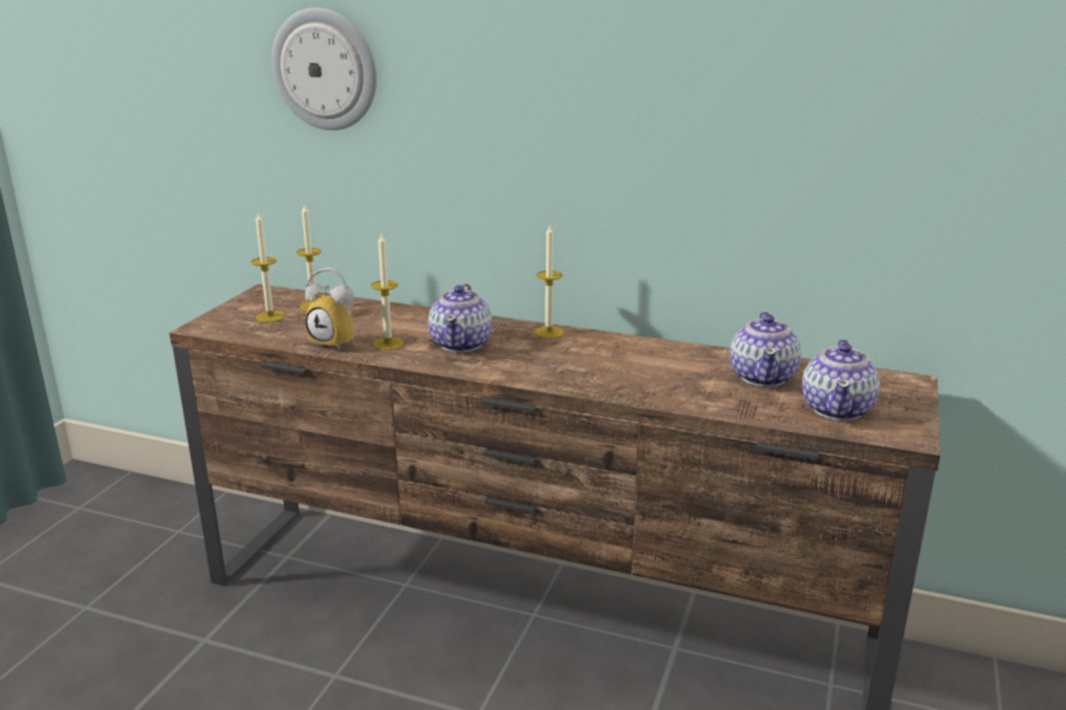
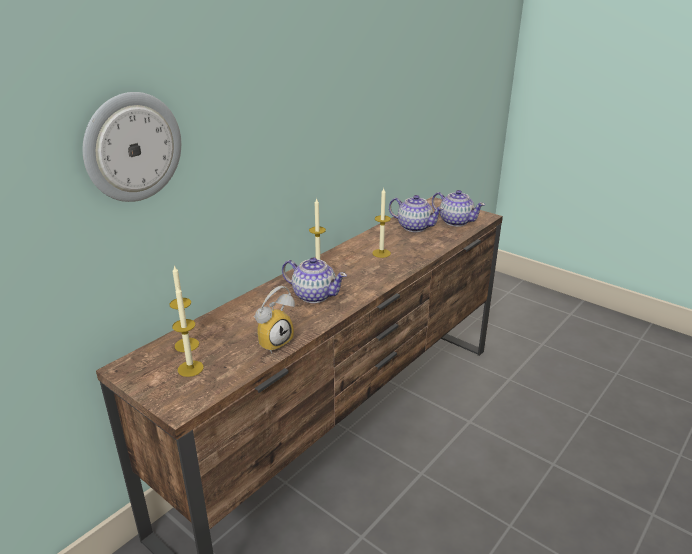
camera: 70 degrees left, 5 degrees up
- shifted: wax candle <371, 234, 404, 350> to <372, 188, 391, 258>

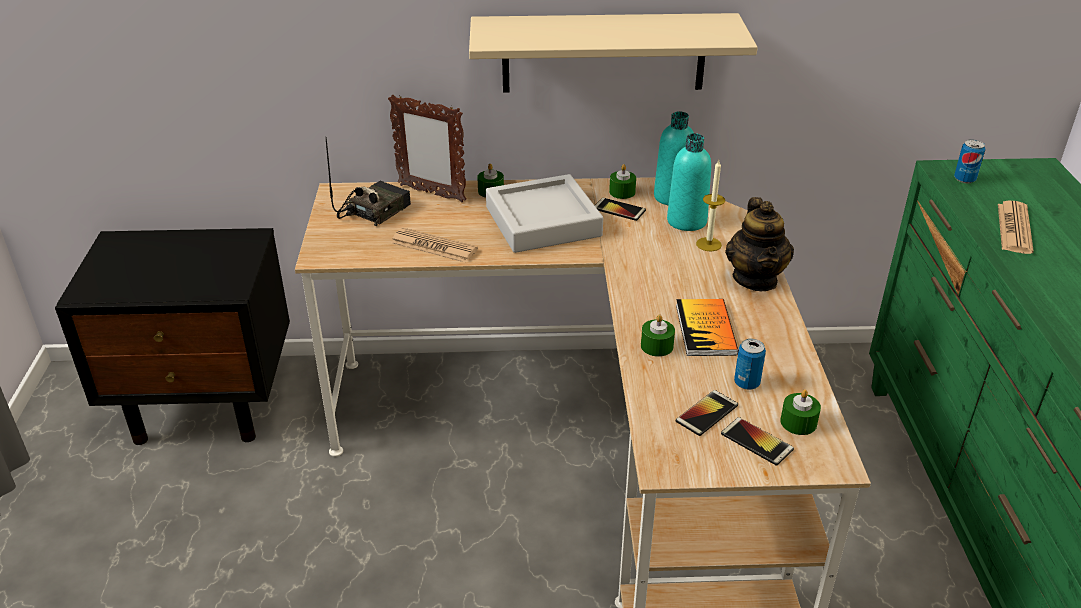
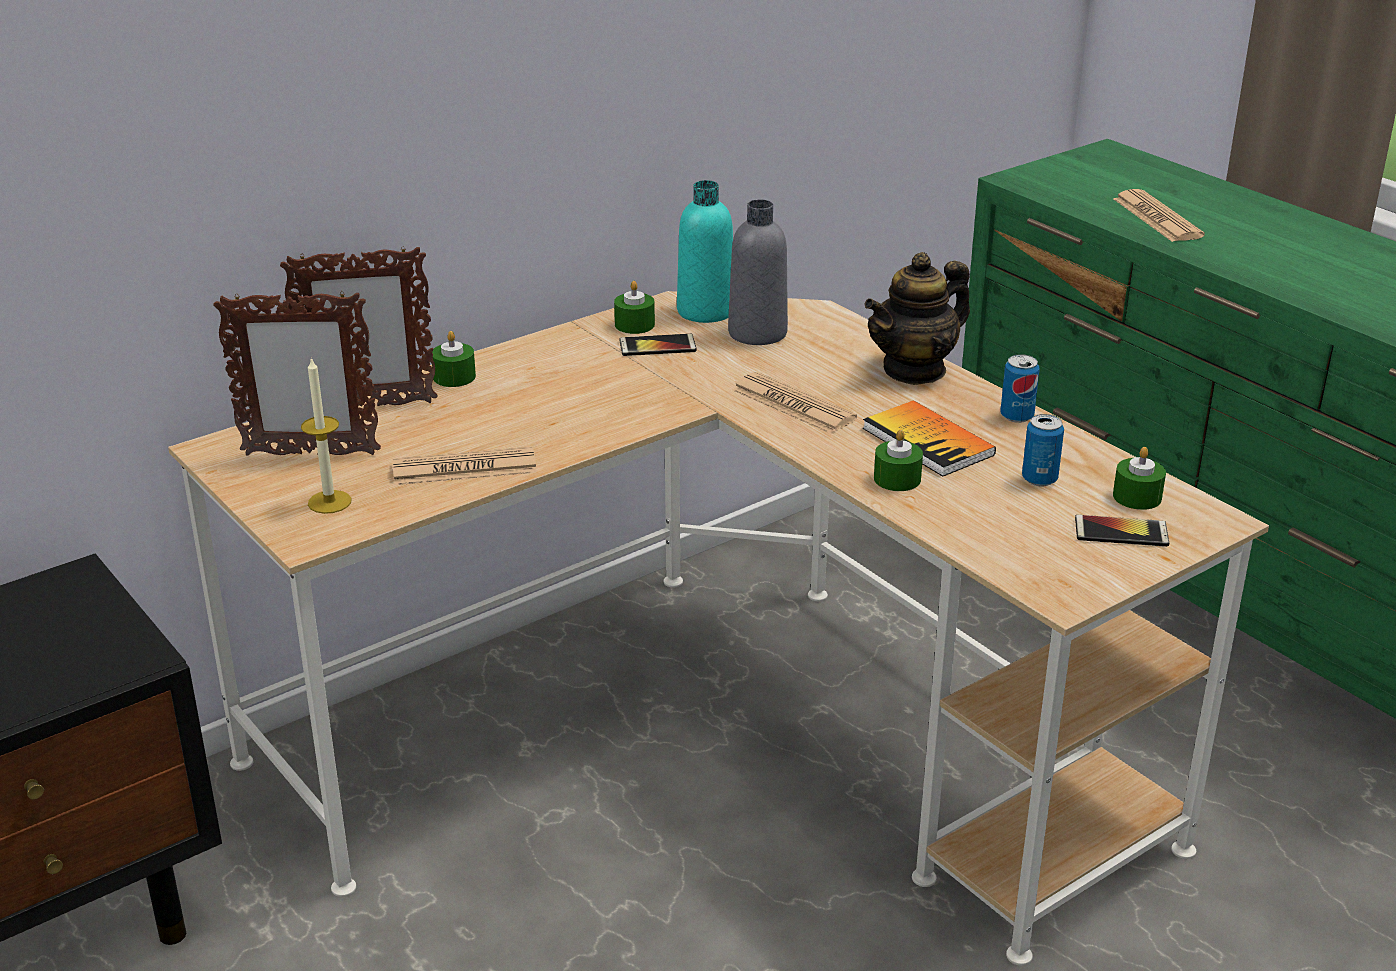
camera: 35 degrees left, 5 degrees down
- swapped: radio set <326, 139, 411, 226> to standing frame <213, 291, 381, 456>
- shifted: wax candle <696, 160, 725, 251> to <301, 357, 352, 514>
- repainted: turquoise drink bottle <667, 133, 711, 231> to greyish drink bottle <728, 200, 788, 345>
- new: newspaper <732, 372, 857, 434>
- rotated: teapot <725, 197, 794, 291> = <864, 252, 970, 385> 90 degrees clockwise
- shifted: metal can <954, 139, 985, 183> to <1000, 354, 1040, 423>
- gone: beige-coloured bracket shelf <469, 13, 758, 93>
- gone: greyish tray <486, 174, 603, 253>
- gone: telephone <676, 390, 738, 436>

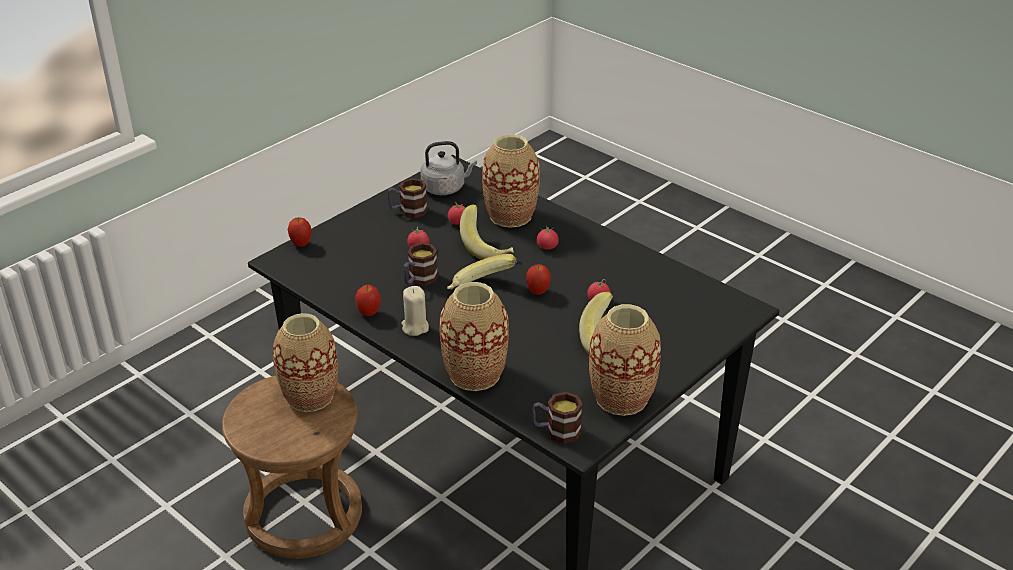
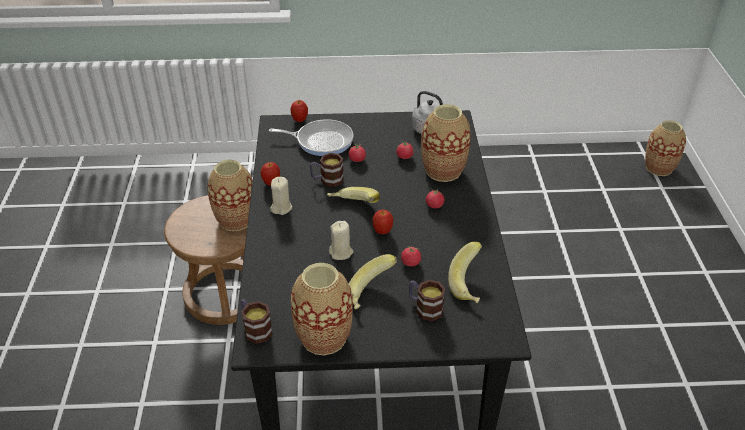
camera: 45 degrees right, 5 degrees up
- new: frying pan <269, 119, 354, 156>
- new: beige-coloured wax candle <329, 221, 353, 260>
- shifted: coffee mug <387, 178, 427, 218> to <409, 280, 445, 321>
- shifted: banana fruit <460, 204, 514, 260> to <448, 242, 482, 303>
- shifted: vase <439, 282, 509, 391> to <645, 120, 686, 176>

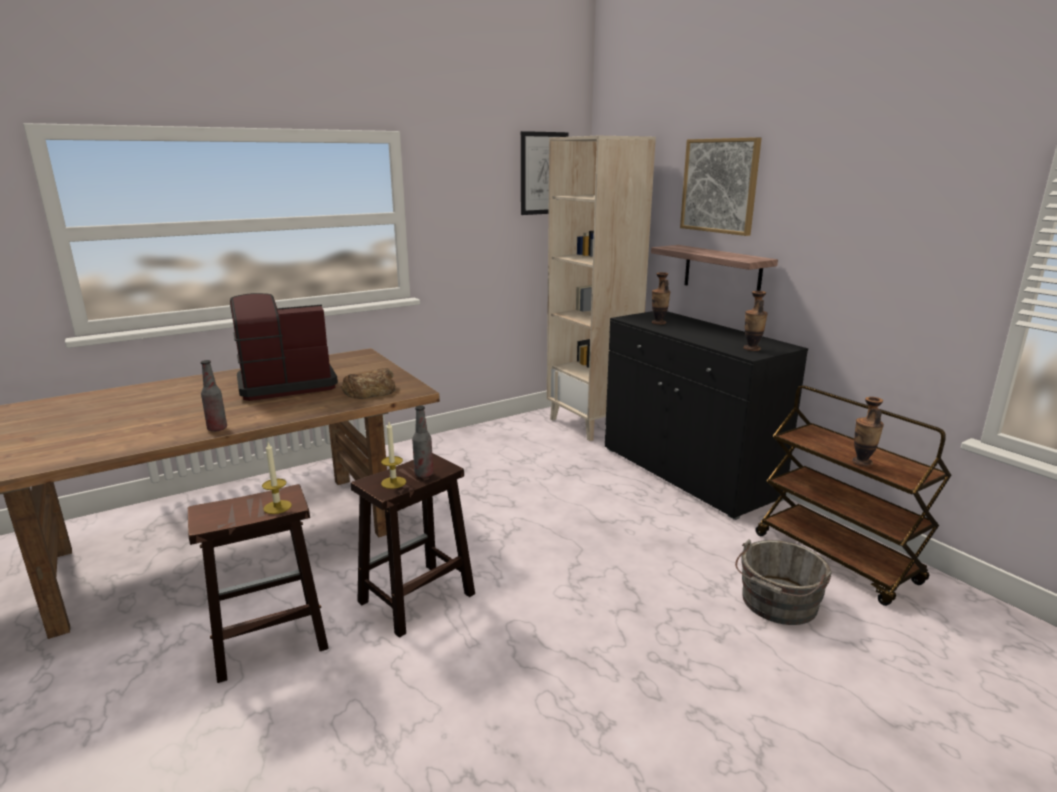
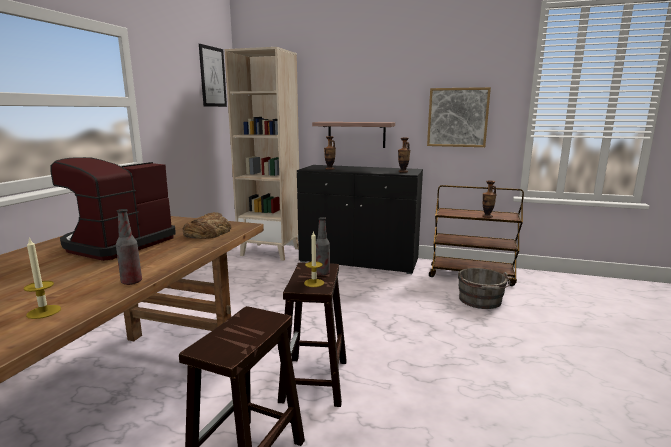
camera: 40 degrees left, 5 degrees down
- shifted: wax candle <262, 443, 292, 514> to <24, 237, 61, 319>
- shifted: wall picture <680, 137, 762, 236> to <427, 87, 491, 147>

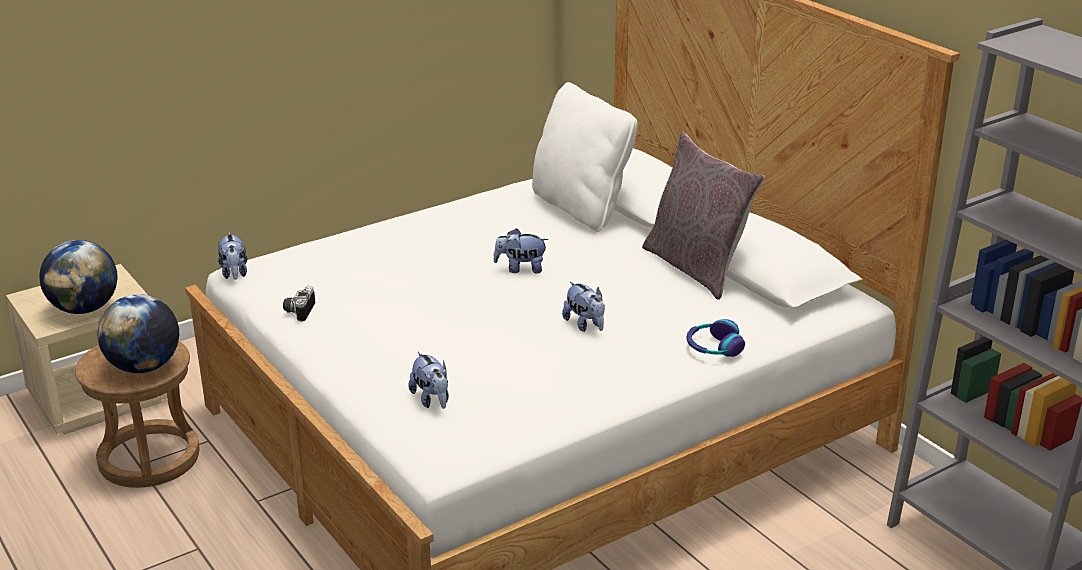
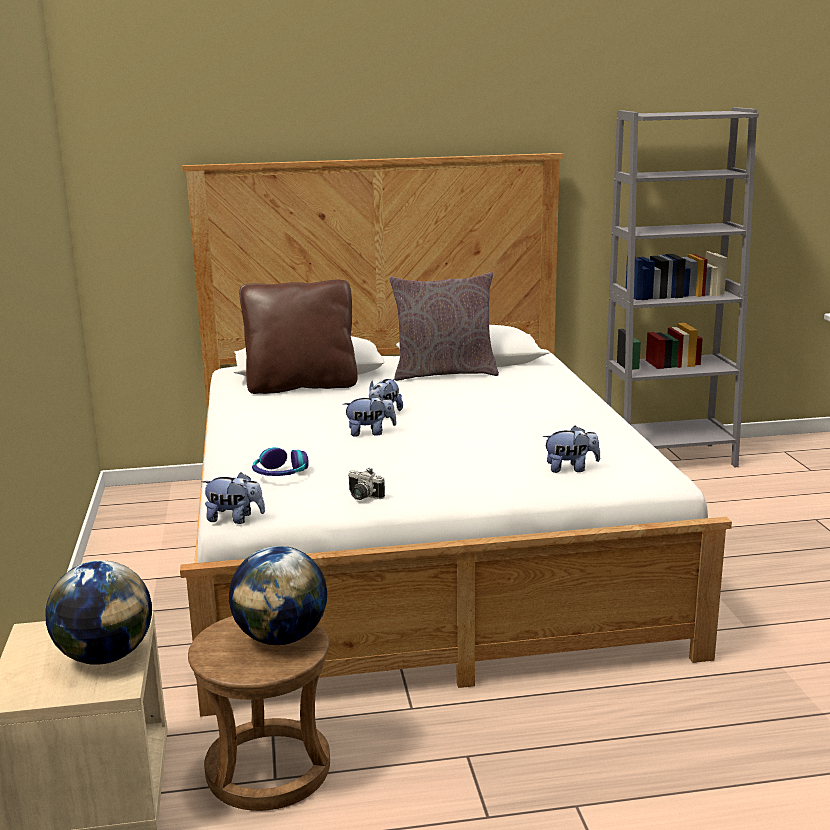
camera: 65 degrees left, 10 degrees down
- repainted: white pillow <532, 82, 638, 232> to brown-coloured pillow <239, 280, 358, 394>
- shifted: headphones <687, 319, 745, 357> to <252, 447, 309, 476>
- shifted: soft toy <562, 282, 605, 332> to <343, 394, 397, 437>

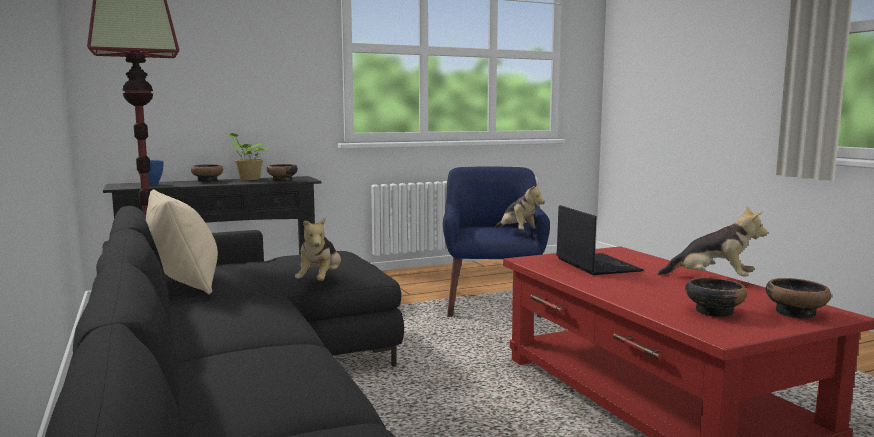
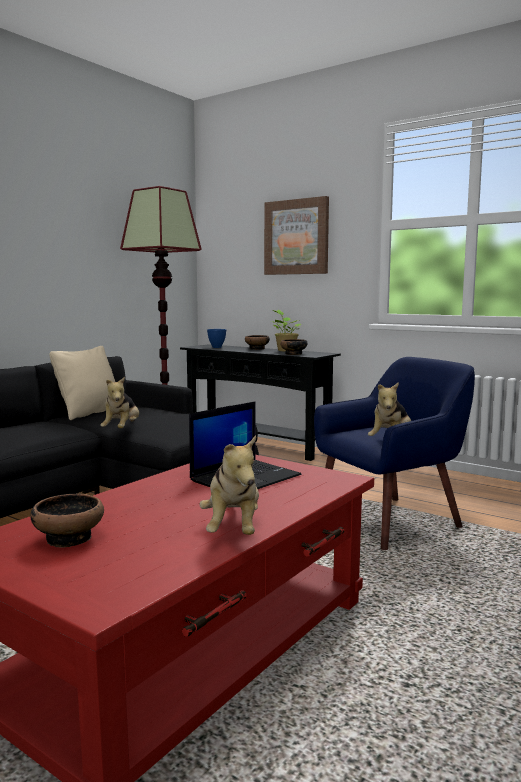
camera: 60 degrees right, 0 degrees up
- rotated: soft toy <295, 217, 341, 281> = <100, 377, 139, 428> 60 degrees counterclockwise
- new: wall picture <264, 196, 329, 275>
- gone: bowl <766, 278, 831, 319>

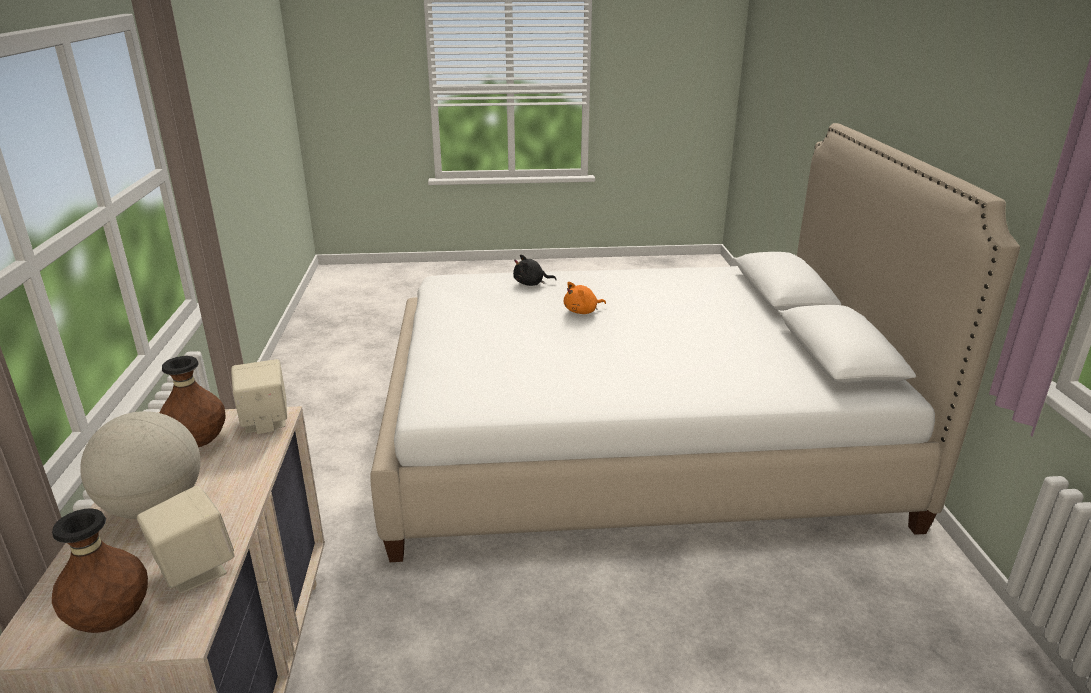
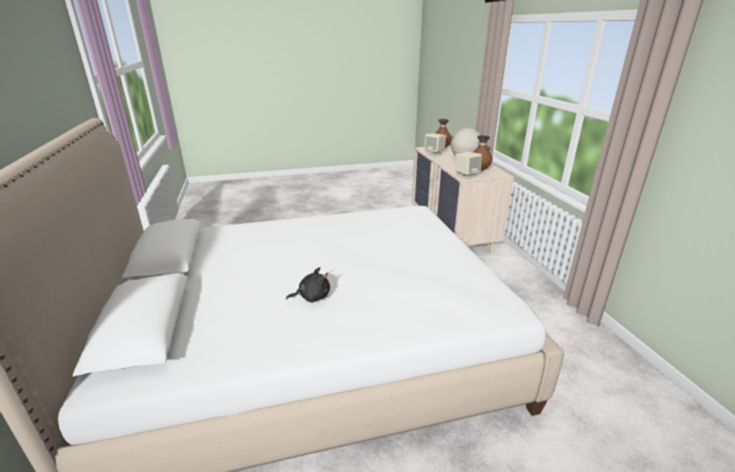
camera: 170 degrees right, 0 degrees up
- shifted: blackish soft toy <513, 254, 557, 286> to <286, 267, 330, 303>
- gone: orangey soft toy <564, 282, 606, 314>

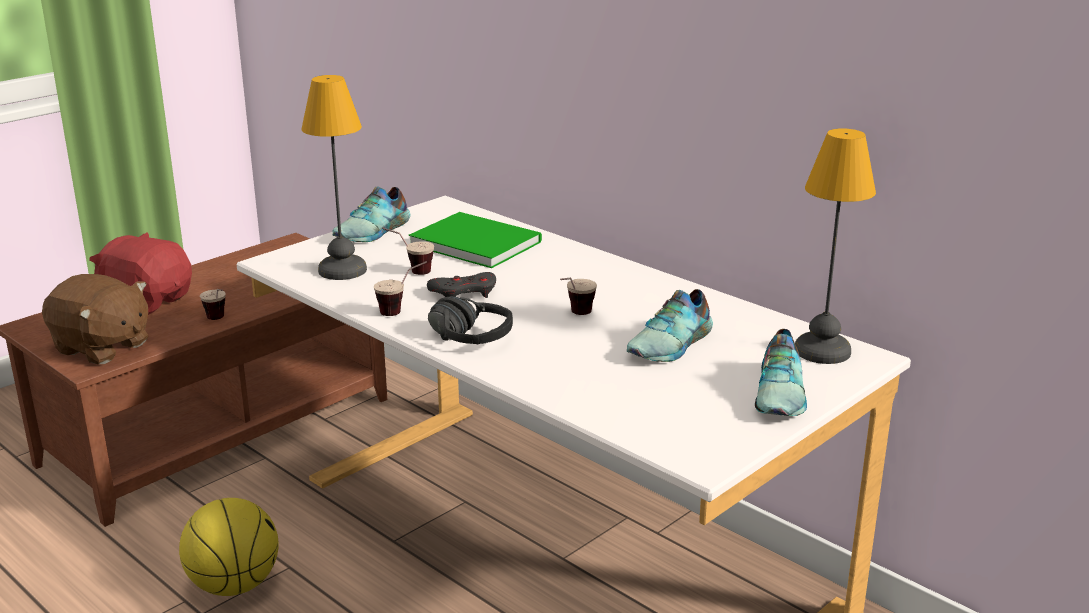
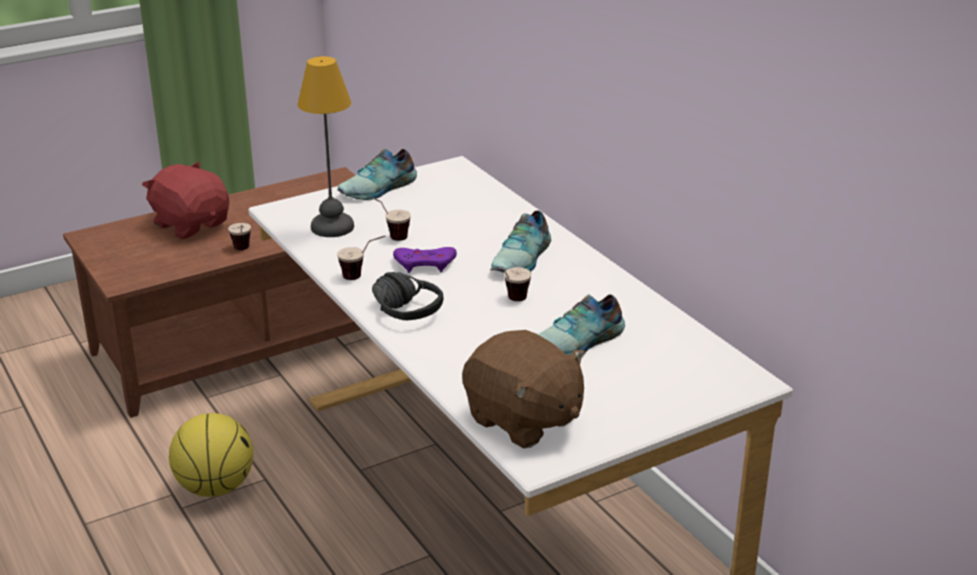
camera: 15 degrees right, 5 degrees up
- repainted: greyish game controller <427, 272, 496, 298> to purple-coloured game controller <393, 247, 457, 273>
- shifted: brown-coloured soft toy <42, 274, 149, 365> to <462, 330, 586, 448>
- shifted: item of footwear <755, 329, 807, 416> to <491, 210, 551, 272>
- gone: greenish volume <409, 212, 542, 268>
- gone: lamp for a table <795, 128, 876, 364>

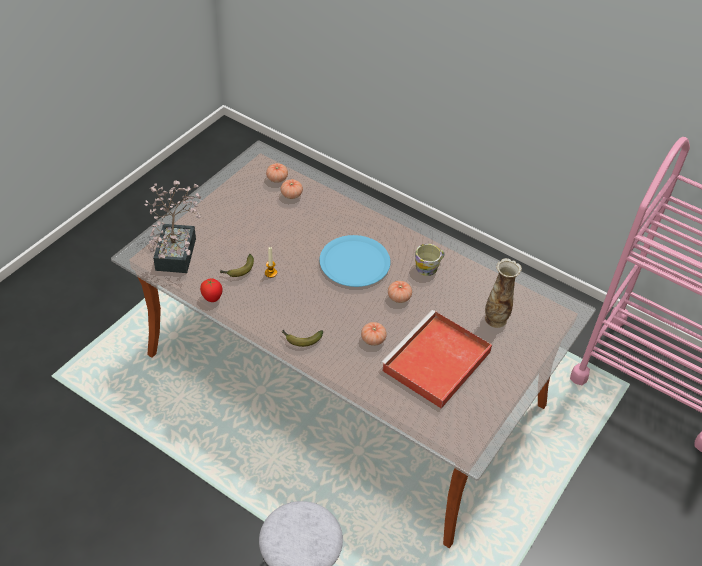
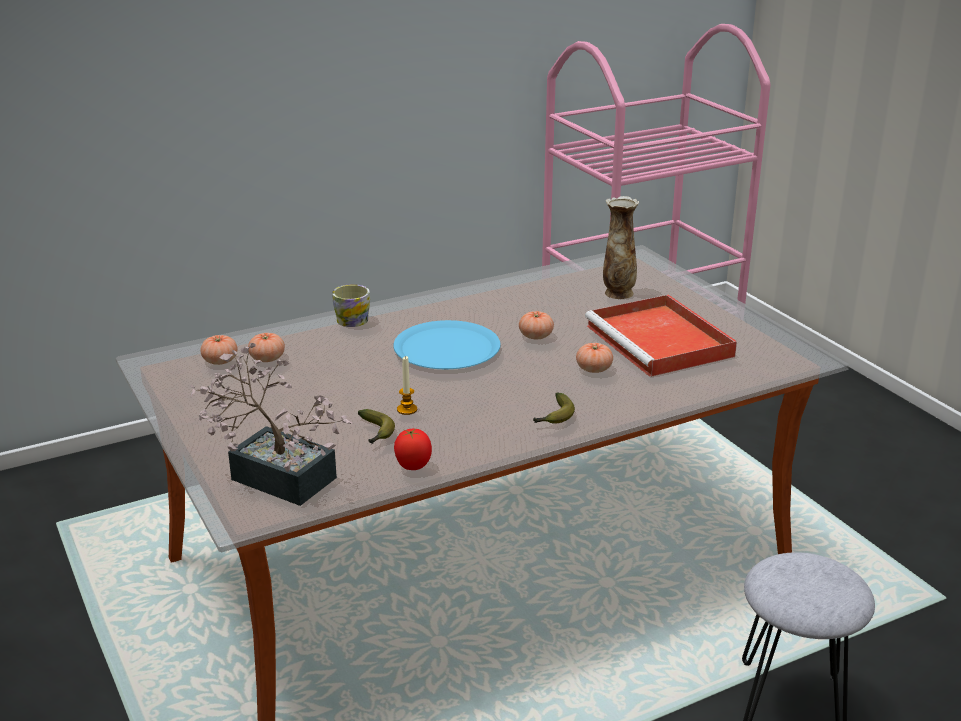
camera: 60 degrees left, 20 degrees down
- shifted: coffee mug <415, 244, 445, 276> to <332, 284, 370, 327>

